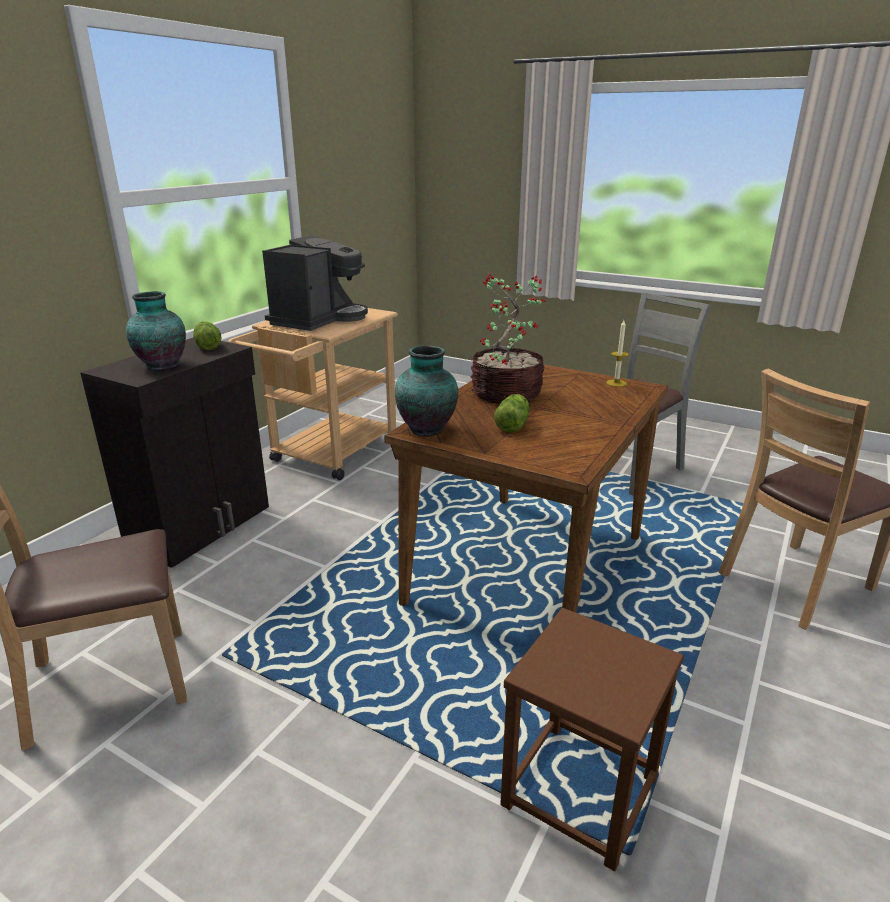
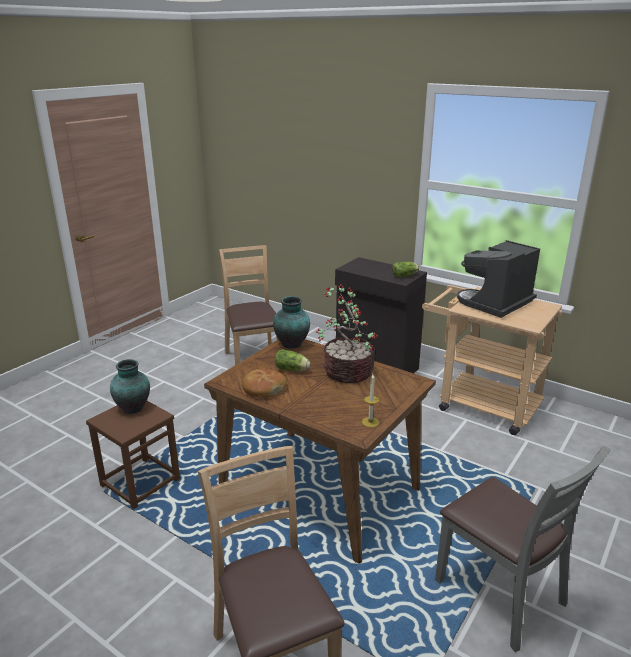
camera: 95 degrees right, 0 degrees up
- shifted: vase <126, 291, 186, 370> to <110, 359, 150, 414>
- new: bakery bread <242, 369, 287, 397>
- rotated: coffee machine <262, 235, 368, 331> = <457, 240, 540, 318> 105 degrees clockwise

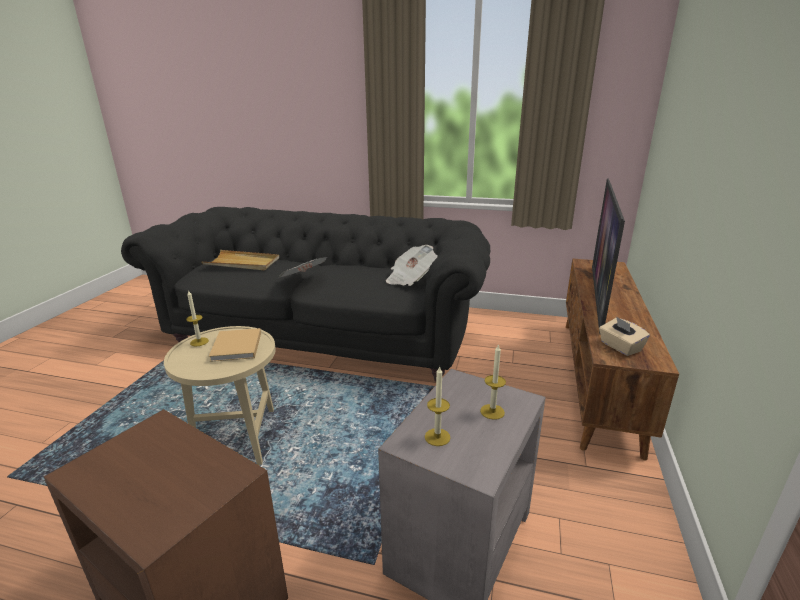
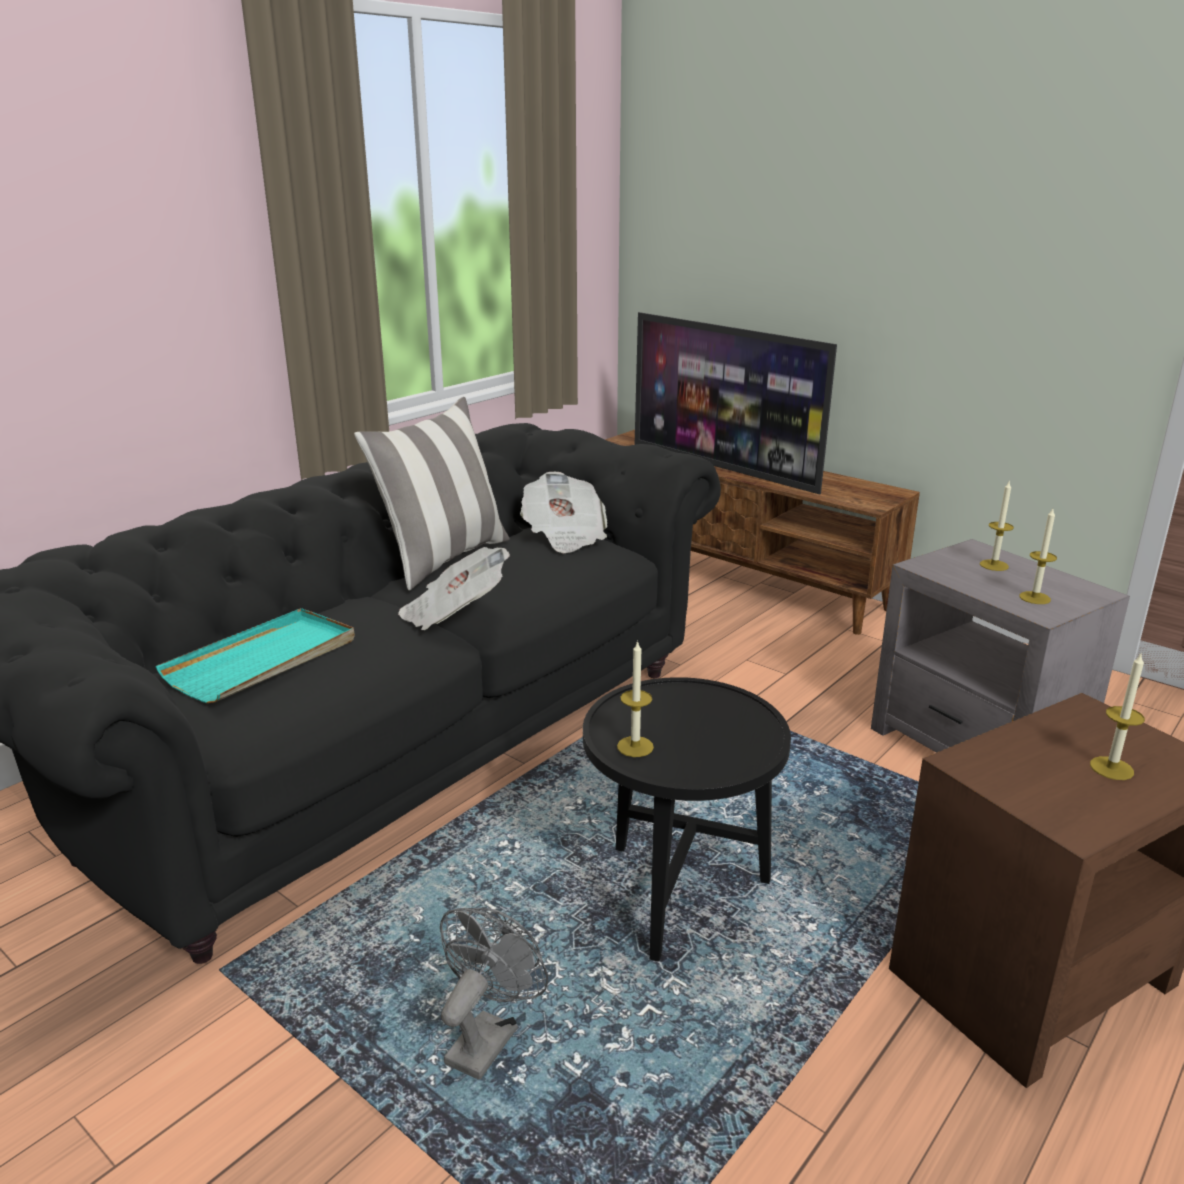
camera: 65 degrees left, 0 degrees up
- repainted: beige-coloured tray <202, 250, 279, 270> to turquoise tray <155, 608, 355, 703>
- new: pillow <354, 397, 510, 590>
- new: greyish fan <440, 908, 548, 1080>
- repainted: beige-coloured accent table <164, 326, 276, 465> to blackish accent table <583, 677, 791, 962>
- new: wax candle <1090, 652, 1145, 780>
- gone: beige-coloured volume <209, 328, 261, 362>
- gone: beige-coloured tissue box <599, 316, 650, 356>

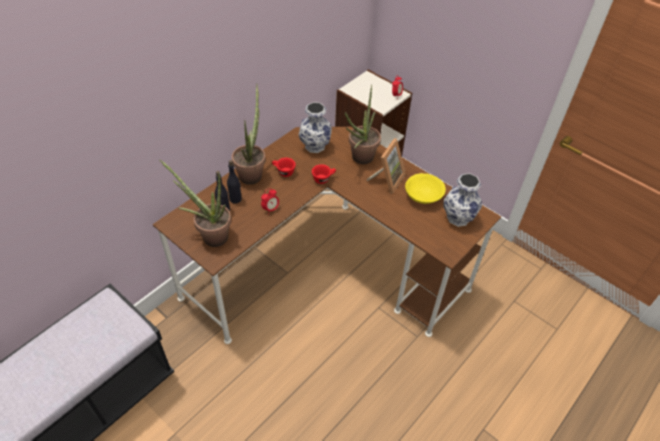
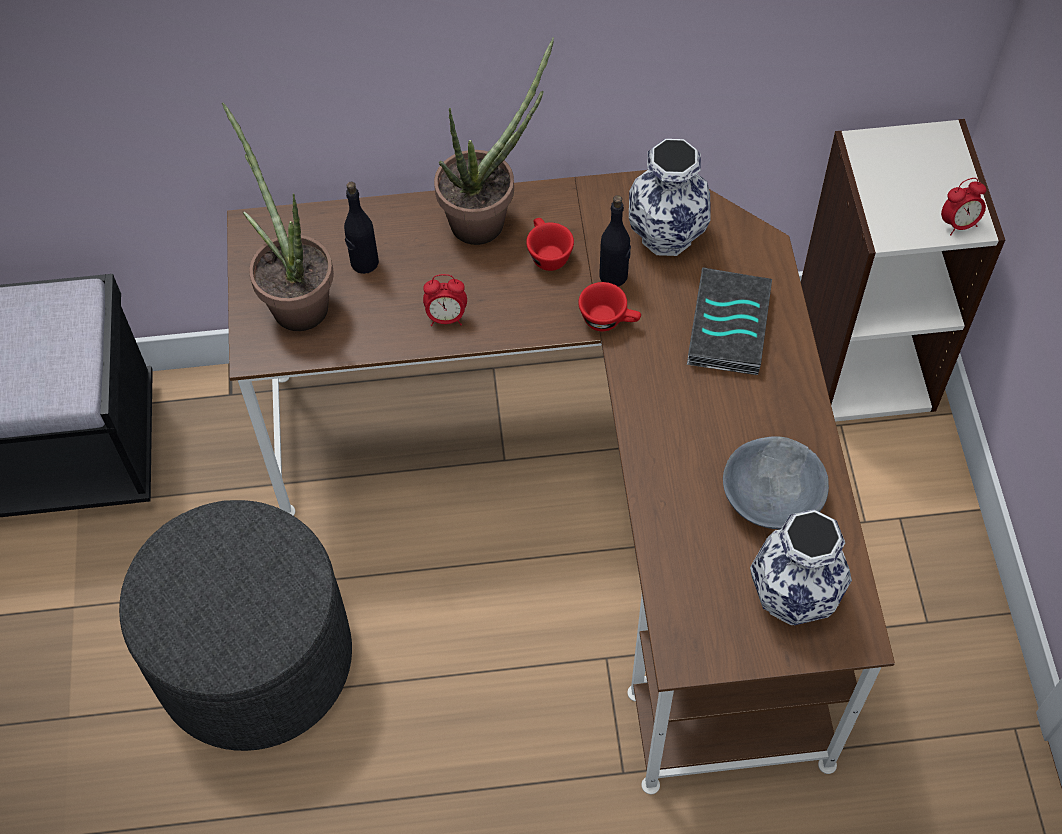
camera: 45 degrees right, 10 degrees up
- new: greyish footrest <119, 500, 352, 751>
- shifted: blackish drink bottle <227, 160, 242, 204> to <599, 195, 631, 286>
- swapped: houseplant <345, 85, 381, 164> to volume <687, 267, 772, 375>
- repainted: yellow bowl <405, 173, 446, 204> to greyish bowl <723, 436, 829, 529>
- gone: standing frame <366, 139, 405, 193>

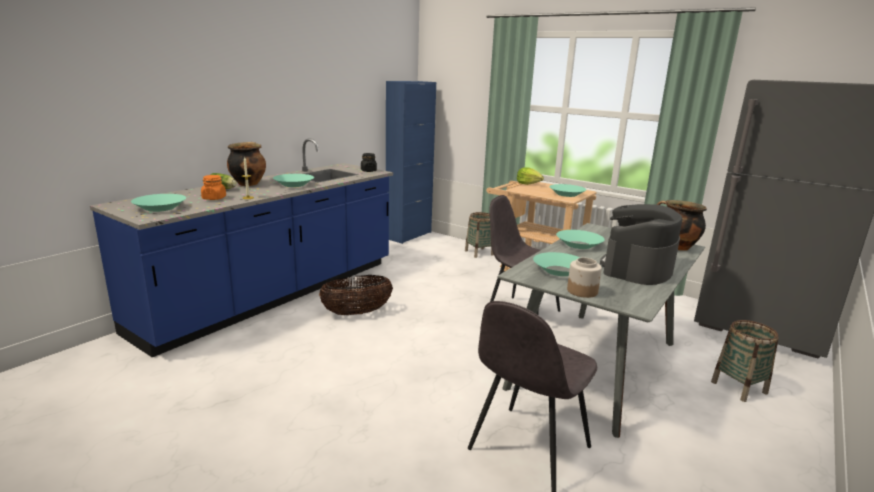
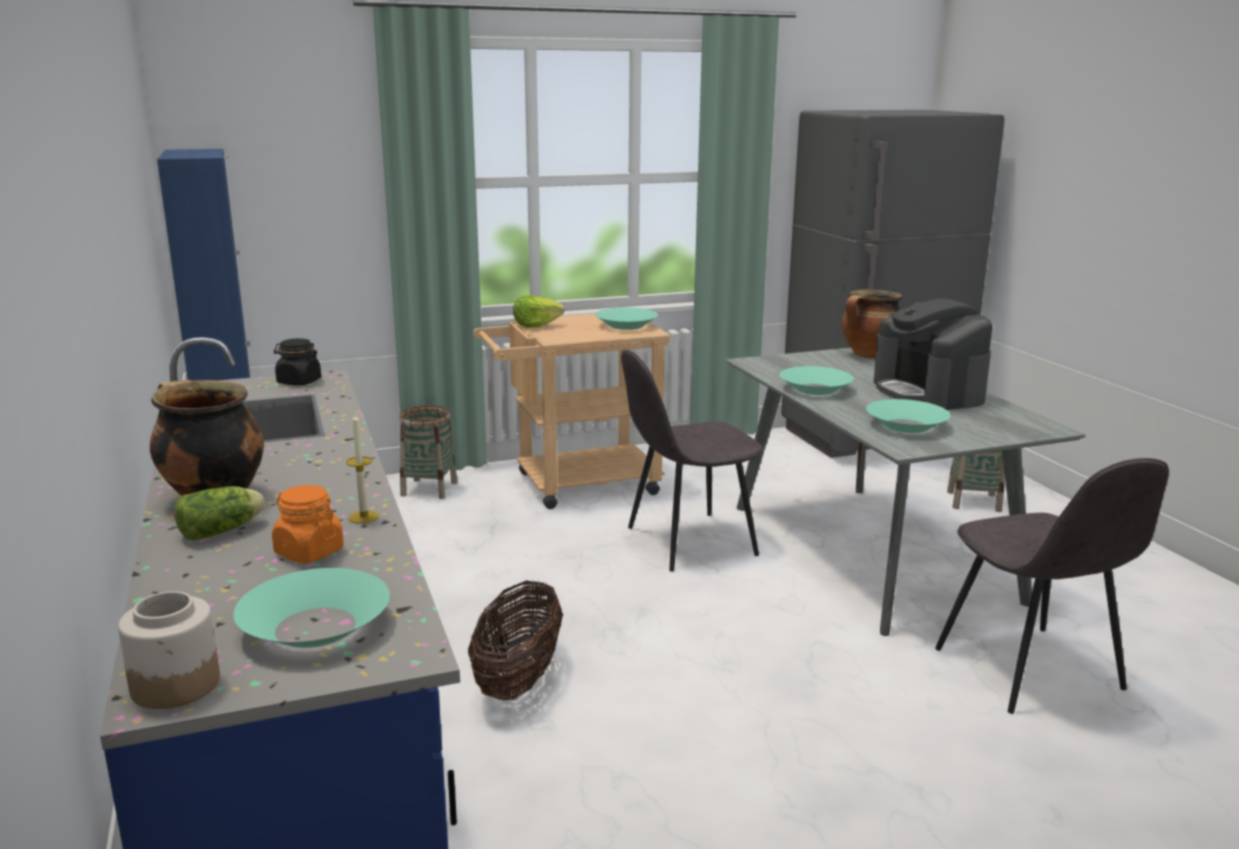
camera: 55 degrees left, 0 degrees up
- shifted: storage jar <567, 257, 602, 298> to <118, 591, 220, 709>
- gone: turquoise bowl <273, 174, 314, 187>

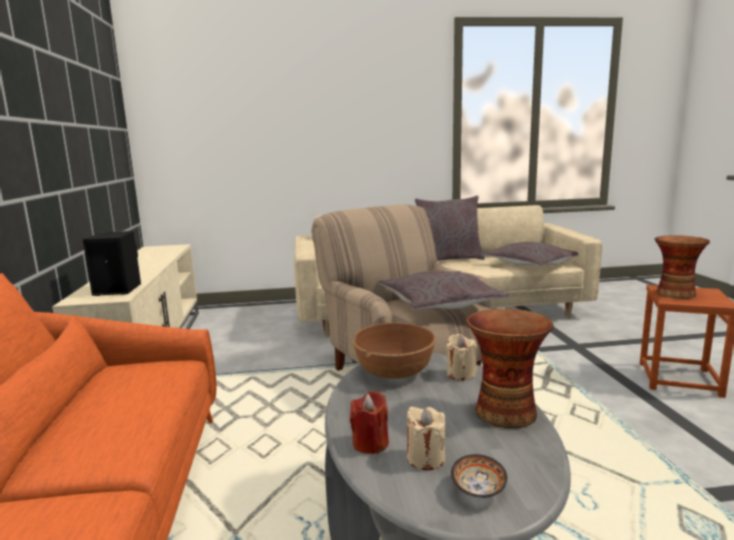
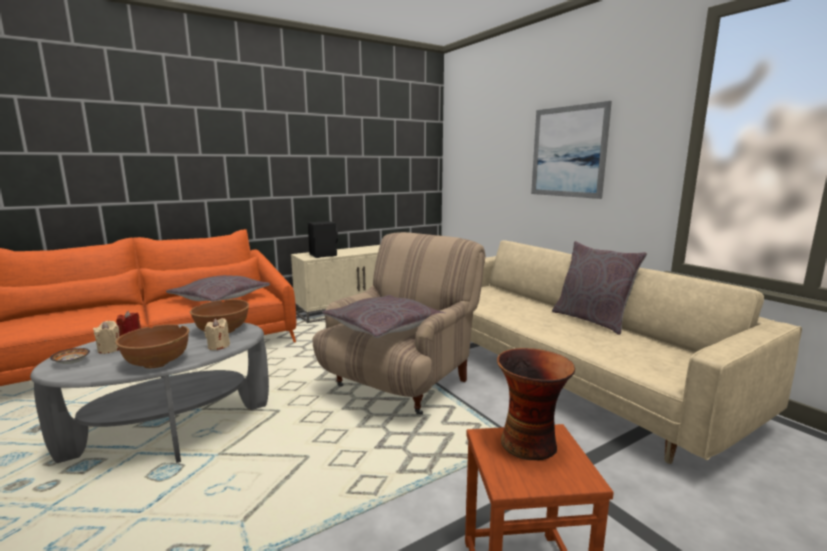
camera: 65 degrees right, 0 degrees up
- swapped: vase <466, 309, 554, 428> to brown-coloured bowl <115, 324, 189, 368>
- shifted: greyish pillow <482, 242, 578, 266> to <166, 275, 270, 302>
- new: wall picture <531, 101, 612, 199>

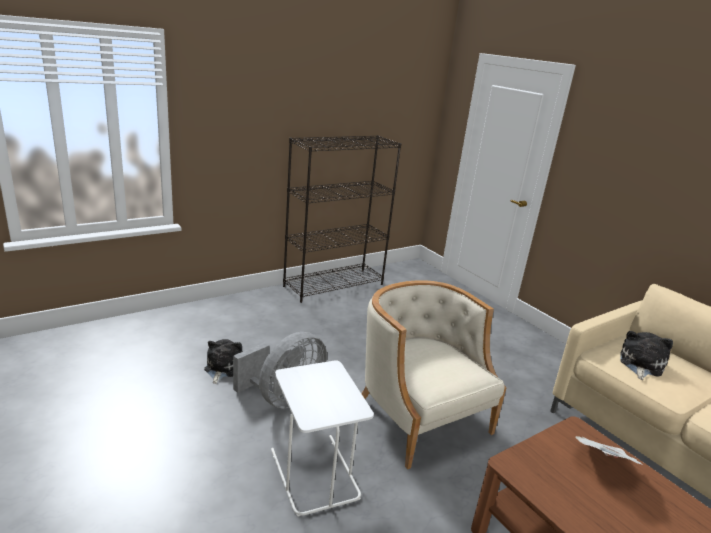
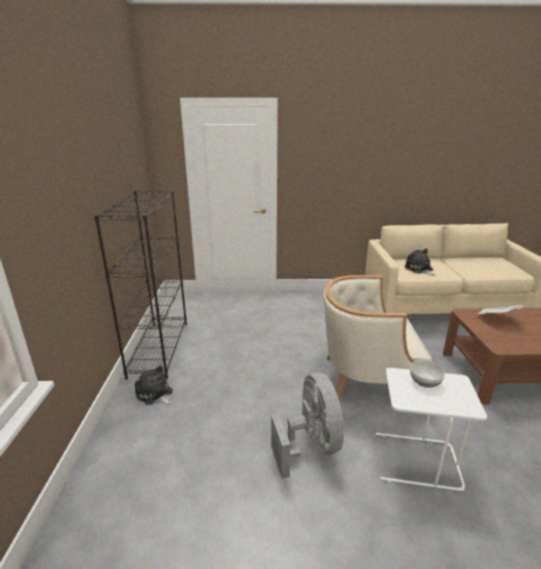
camera: 55 degrees left, 0 degrees up
- shifted: soft toy <204, 339, 243, 384> to <135, 365, 173, 405>
- new: bowl <410, 360, 445, 388>

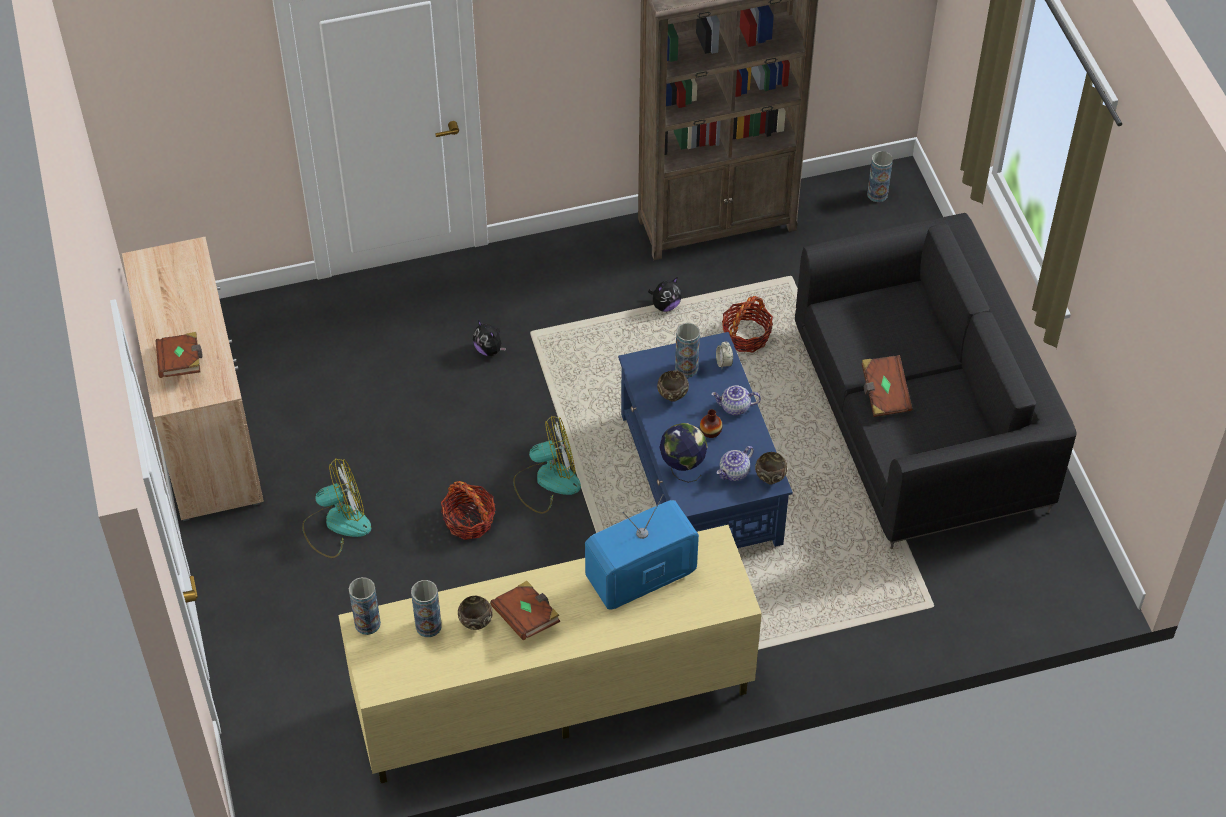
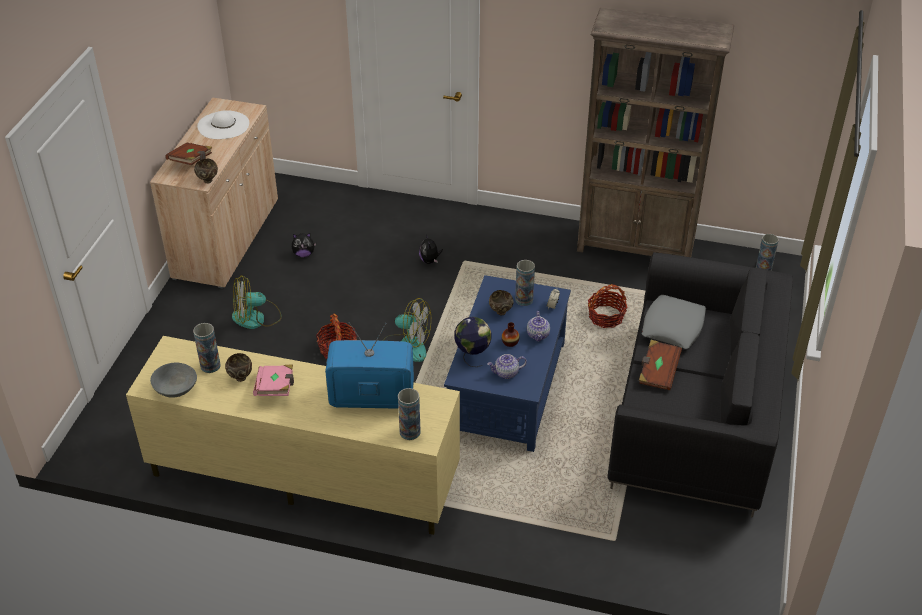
camera: 30 degrees right, 10 degrees down
- new: greyish bowl <150, 362, 197, 398>
- shifted: brown-coloured bowl <755, 452, 787, 485> to <194, 159, 218, 183>
- new: white wearable hat <197, 110, 249, 139>
- rotated: fan <302, 458, 371, 558> = <232, 275, 282, 329> 150 degrees clockwise
- repainted: brown-coloured volume <490, 581, 560, 640> to pinkish volume <253, 364, 294, 396>
- shifted: soft toy <648, 277, 682, 312> to <292, 233, 316, 257>
- shifted: vase <349, 577, 381, 635> to <398, 388, 421, 440>
- rotated: teapot <711, 385, 761, 415> = <527, 311, 550, 342> 120 degrees counterclockwise
- new: greyish pillow <642, 295, 706, 349>

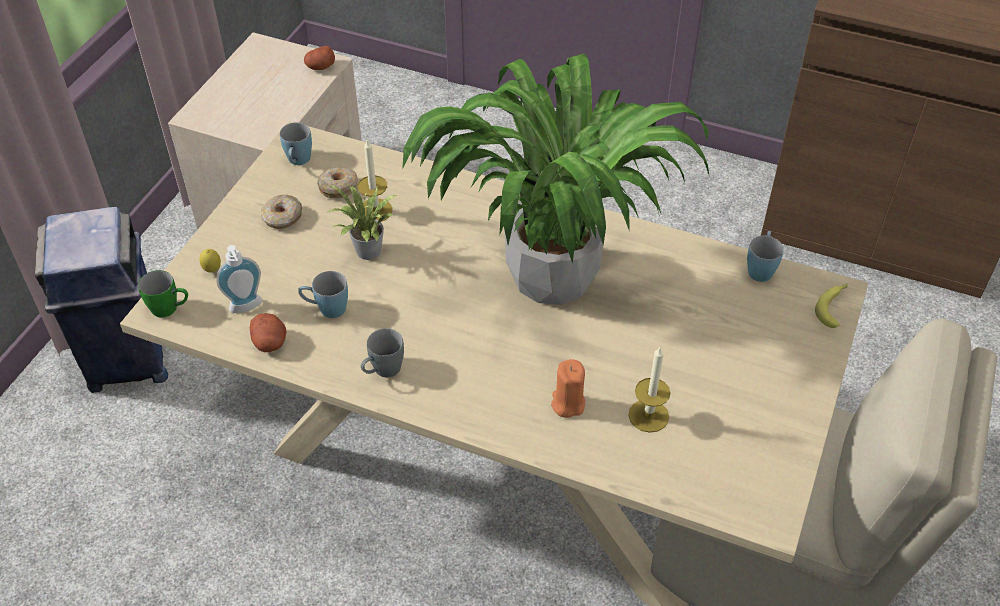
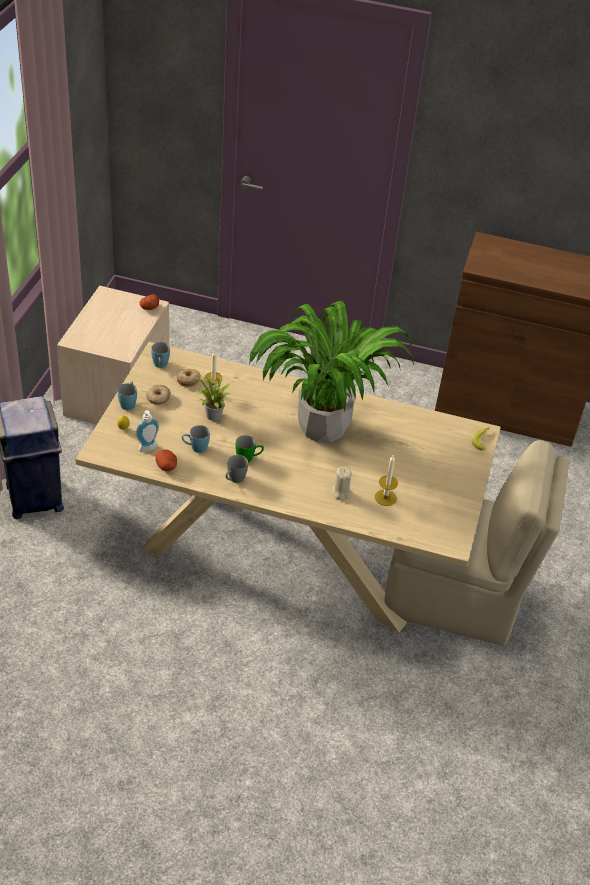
camera: 10 degrees left, 5 degrees down
- shifted: blue coffee mug <747, 231, 784, 282> to <117, 381, 137, 410>
- shifted: greenish coffee mug <138, 270, 188, 318> to <235, 435, 264, 463>
- repainted: orangey wax candle <551, 359, 585, 418> to beige-coloured wax candle <332, 466, 352, 500>

